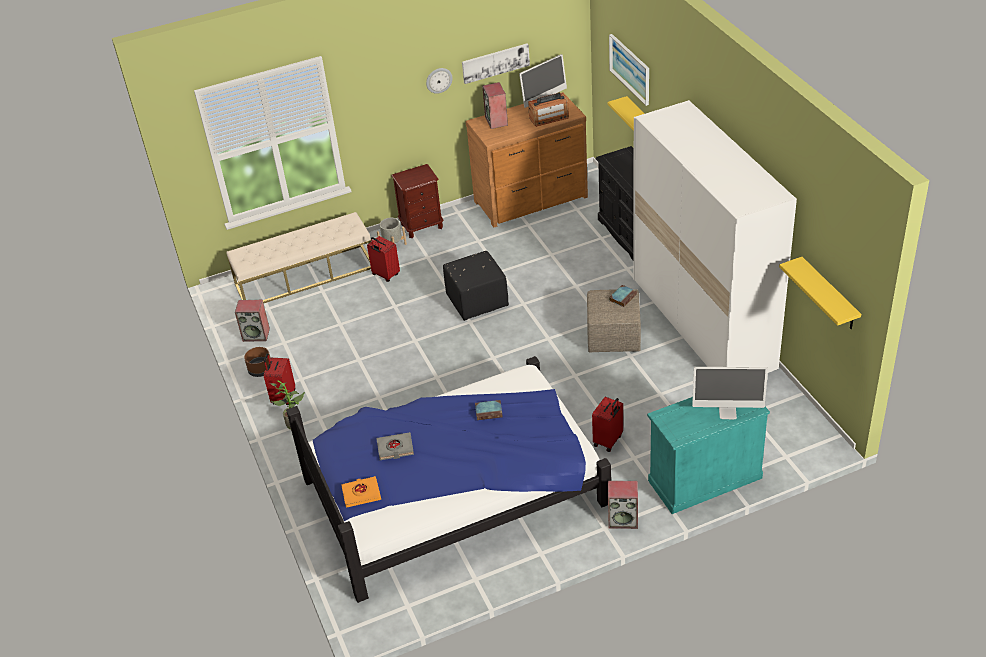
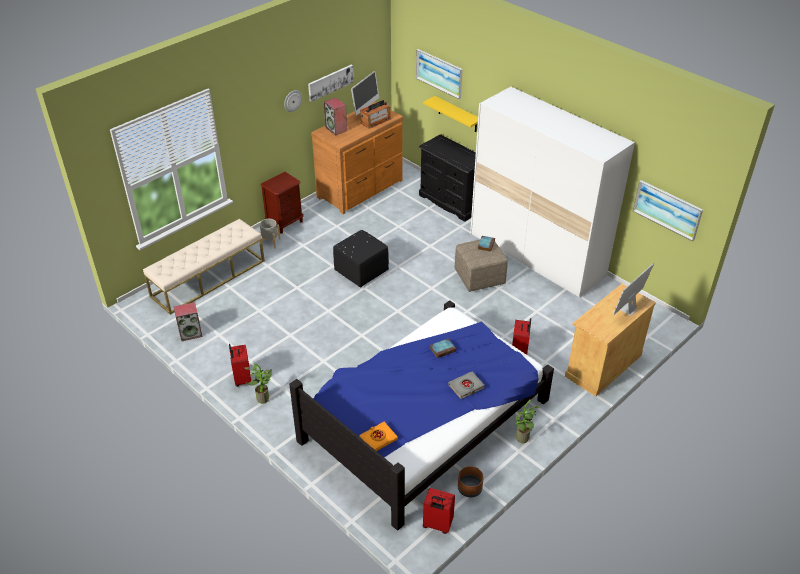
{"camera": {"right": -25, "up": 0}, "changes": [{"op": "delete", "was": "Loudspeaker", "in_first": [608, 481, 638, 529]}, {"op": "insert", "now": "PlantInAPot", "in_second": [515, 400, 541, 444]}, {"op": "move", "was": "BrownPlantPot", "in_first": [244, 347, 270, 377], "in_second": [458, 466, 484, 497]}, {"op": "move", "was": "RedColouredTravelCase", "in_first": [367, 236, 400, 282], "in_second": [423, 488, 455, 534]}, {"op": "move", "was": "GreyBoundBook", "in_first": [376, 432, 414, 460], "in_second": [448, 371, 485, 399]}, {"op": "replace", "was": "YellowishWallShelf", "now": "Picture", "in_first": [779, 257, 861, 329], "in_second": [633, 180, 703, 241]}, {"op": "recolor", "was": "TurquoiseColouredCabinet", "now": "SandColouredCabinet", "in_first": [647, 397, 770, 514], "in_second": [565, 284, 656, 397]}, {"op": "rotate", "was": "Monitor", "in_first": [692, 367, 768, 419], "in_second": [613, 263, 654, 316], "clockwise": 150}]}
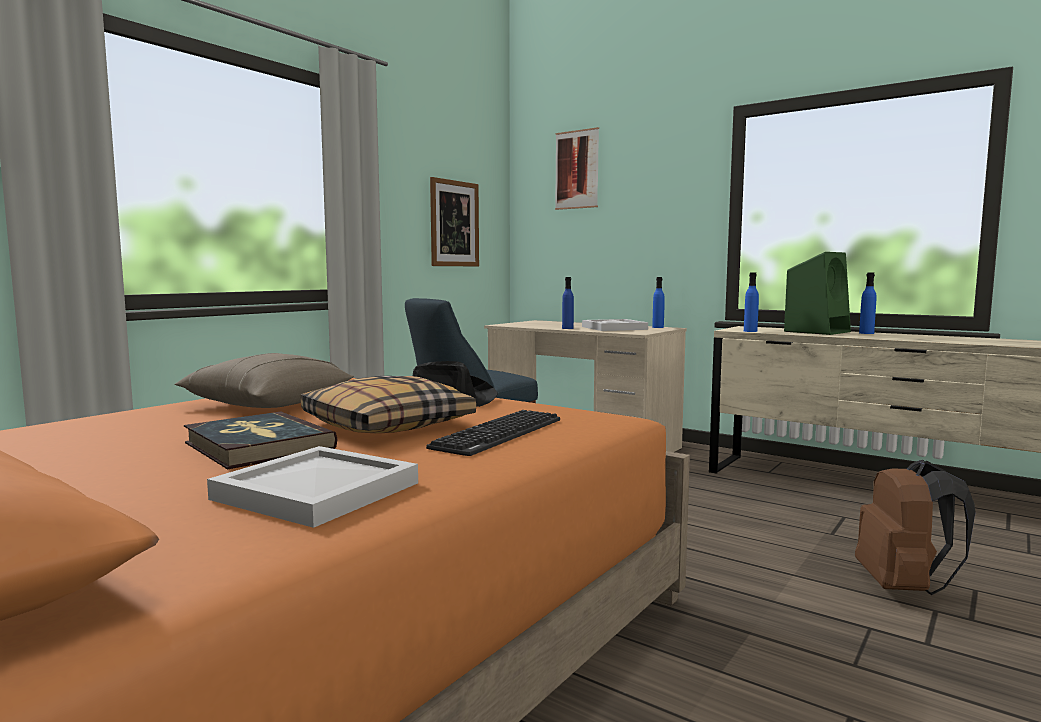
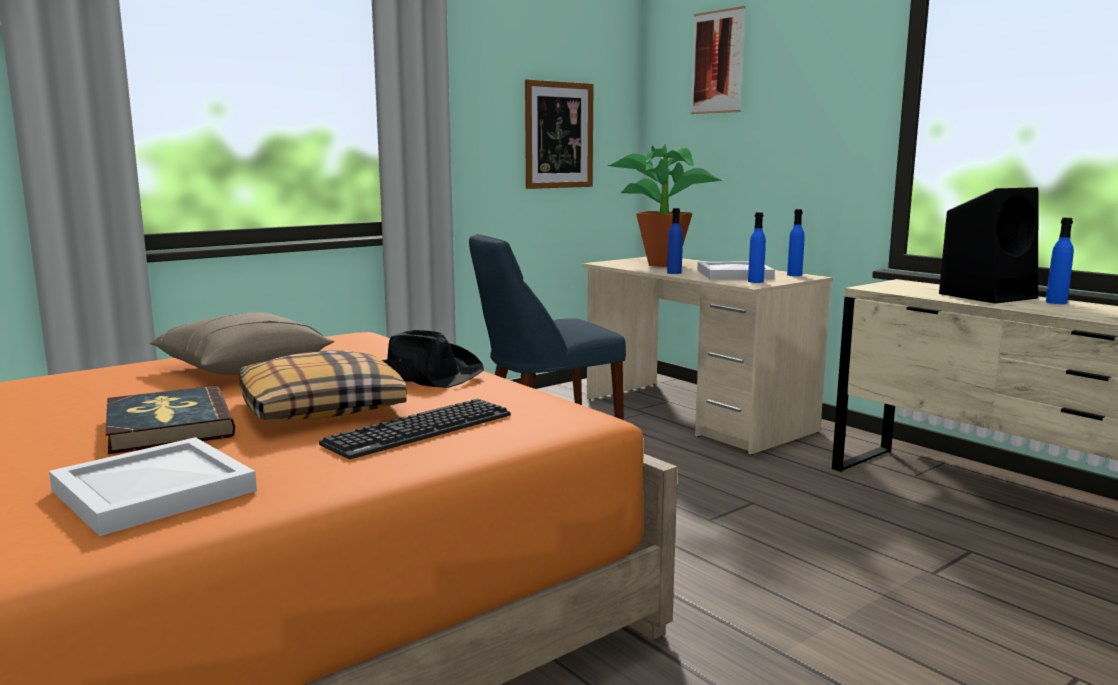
{"camera": {"right": 15, "up": 5}, "changes": [{"op": "delete", "was": "BrownRucksack", "in_first": [855, 460, 976, 595]}, {"op": "insert", "now": "PlantInAPot", "in_second": [607, 143, 724, 267]}, {"op": "move", "was": "BlueColouredDrinkBottle", "in_first": [744, 272, 759, 332], "in_second": [748, 212, 766, 283]}, {"op": "recolor", "was": "GreenishLoudspeaker", "now": "BlackLoudspeaker", "in_first": [784, 252, 851, 335], "in_second": [939, 187, 1039, 304]}]}
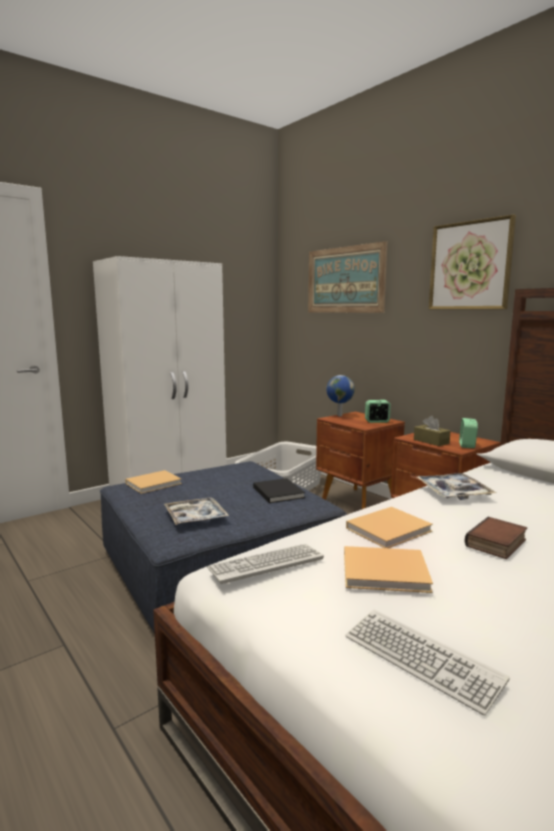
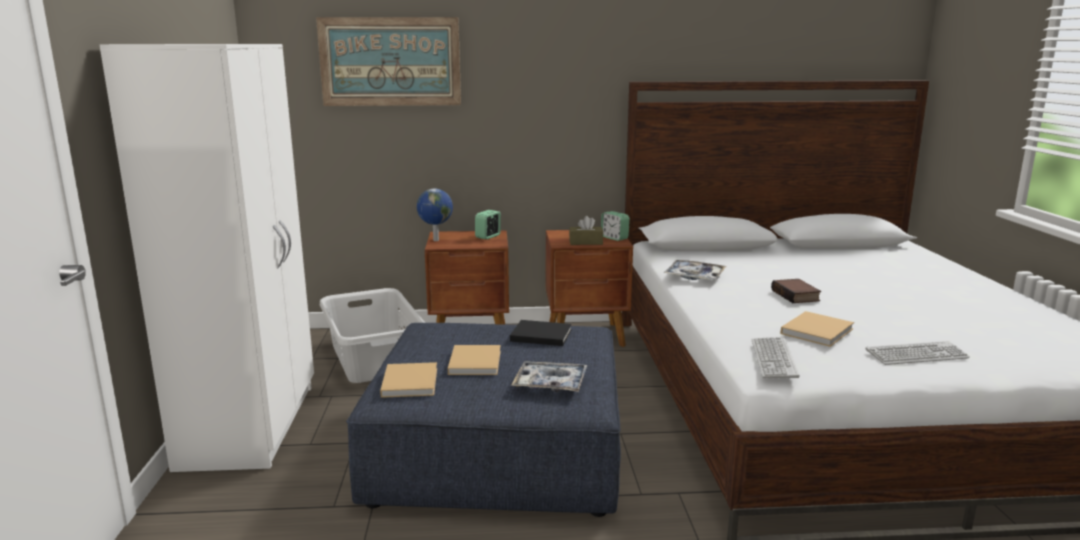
{"camera": {"right": -55, "up": 5}, "changes": [{"op": "delete", "was": "Picture", "in_first": [429, 215, 516, 309]}, {"op": "move", "was": "SandColouredBoundBook", "in_first": [346, 507, 433, 548], "in_second": [448, 345, 501, 375]}]}
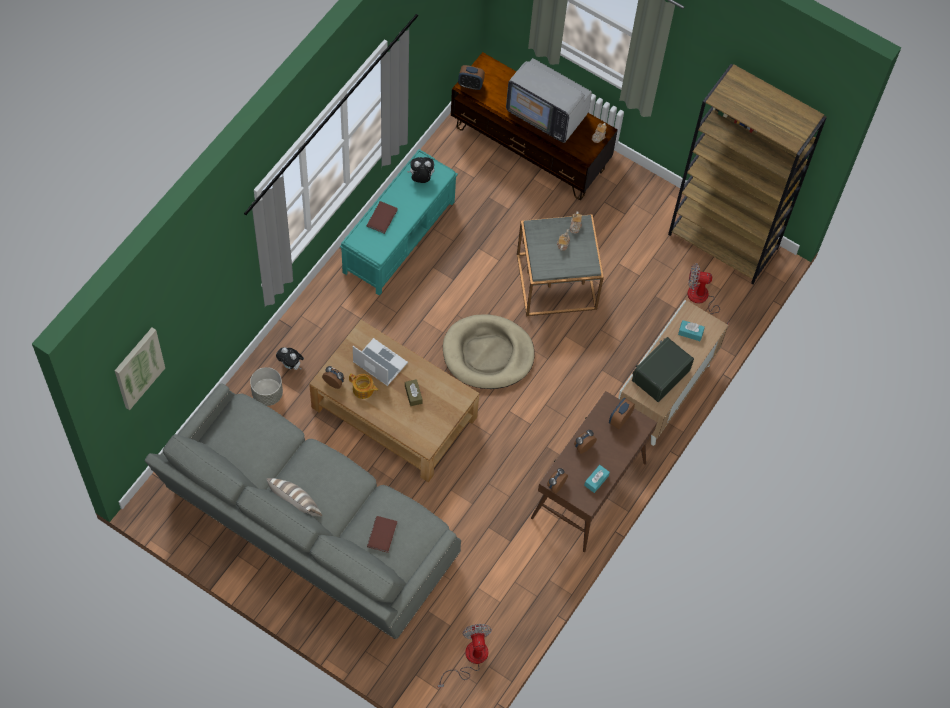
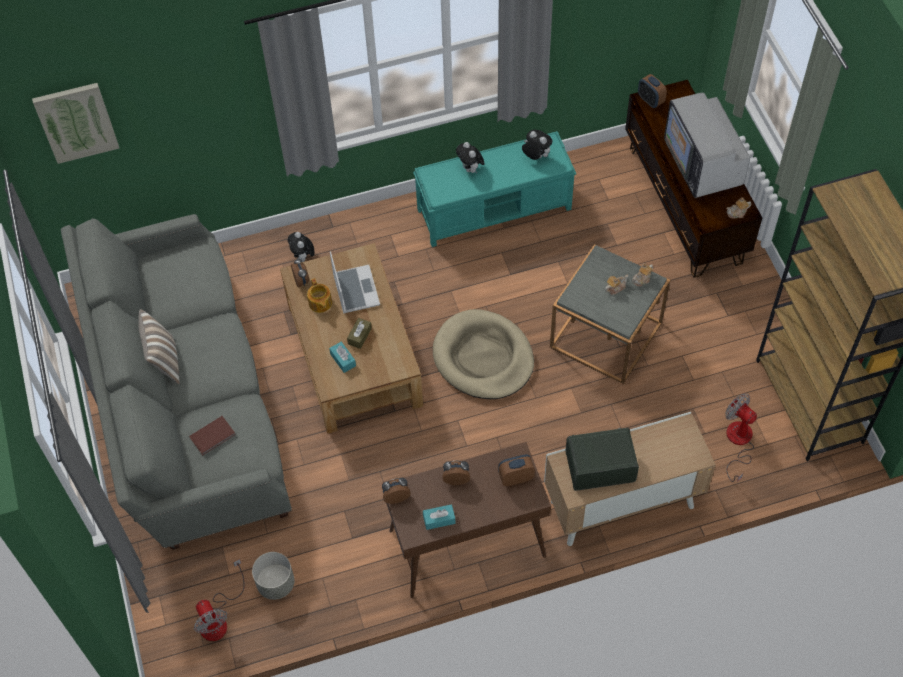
{"camera": {"right": 45, "up": -5}, "changes": [{"op": "move", "was": "GreyPlantPot", "in_first": [250, 367, 283, 406], "in_second": [252, 552, 295, 600]}, {"op": "move", "was": "TurquoiseColouredBoxOfTissues", "in_first": [678, 320, 705, 341], "in_second": [329, 342, 356, 373]}, {"op": "replace", "was": "BrownBoundBook", "now": "SoftToy", "in_first": [366, 201, 398, 234], "in_second": [456, 142, 485, 174]}, {"op": "rotate", "was": "ElectricFan", "in_first": [438, 624, 492, 688], "in_second": [194, 559, 245, 641], "clockwise": 120}]}
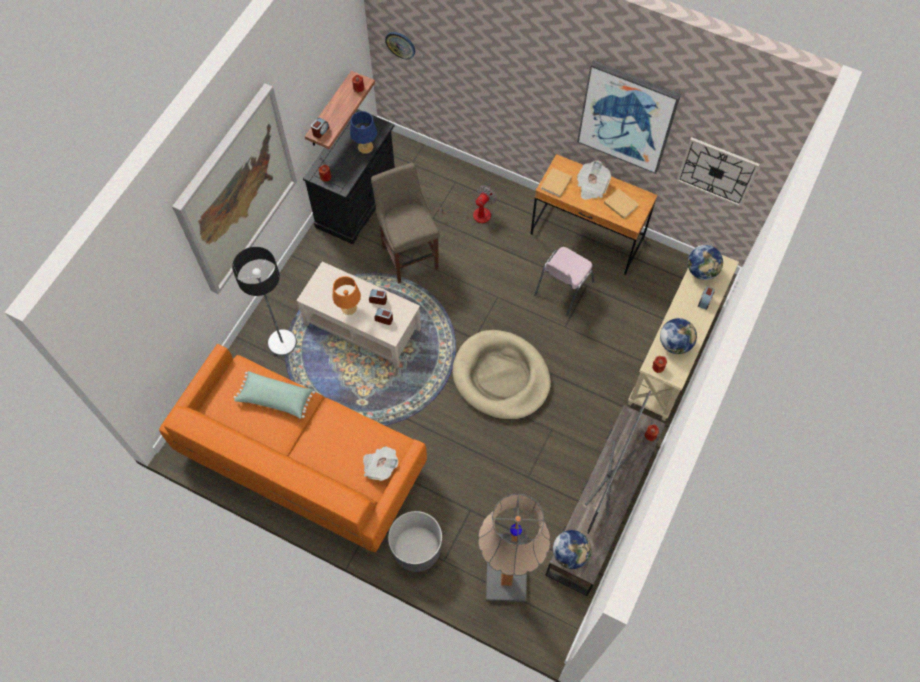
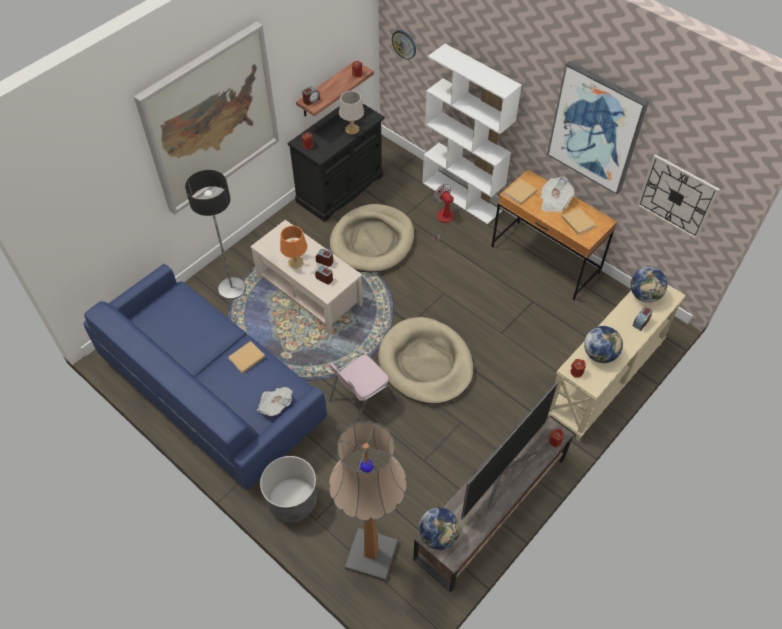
{"camera": {"right": 15, "up": -10}, "changes": [{"op": "delete", "was": "GreenishCushion", "in_first": [234, 371, 315, 419]}, {"op": "insert", "now": "SandColouredBoundBook", "in_second": [228, 341, 265, 373]}, {"op": "insert", "now": "WhiteColouredShelvingUnit", "in_second": [422, 44, 522, 224]}, {"op": "move", "was": "PinkishPlainChair", "in_first": [534, 247, 594, 315], "in_second": [329, 355, 397, 423]}, {"op": "replace", "was": "SandColouredStool", "now": "SandColouredDogCushion", "in_first": [371, 163, 440, 283], "in_second": [330, 204, 414, 272]}, {"op": "recolor", "was": "OrangeySettee", "now": "BlueColouredSettee", "in_first": [159, 344, 427, 552], "in_second": [84, 264, 327, 490]}, {"op": "recolor", "was": "BlueColouredTabletopLamp", "now": "GreyTabletopLamp", "in_first": [350, 111, 377, 154], "in_second": [339, 91, 364, 135]}, {"op": "rotate", "was": "ElectricFan", "in_first": [438, 185, 497, 225], "in_second": [433, 184, 454, 242], "clockwise": -90}]}
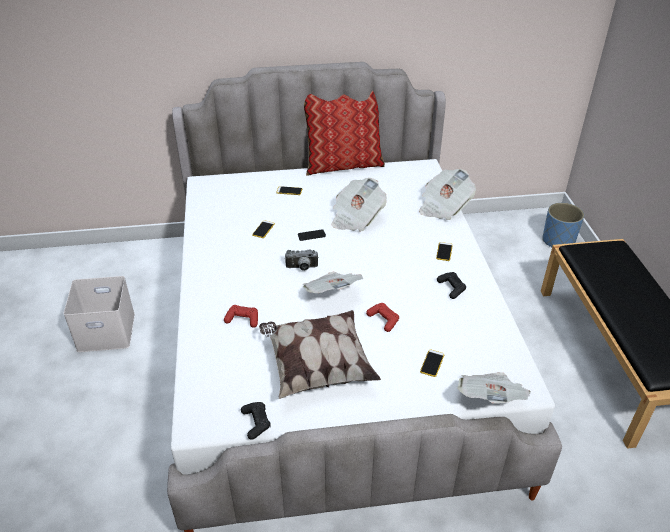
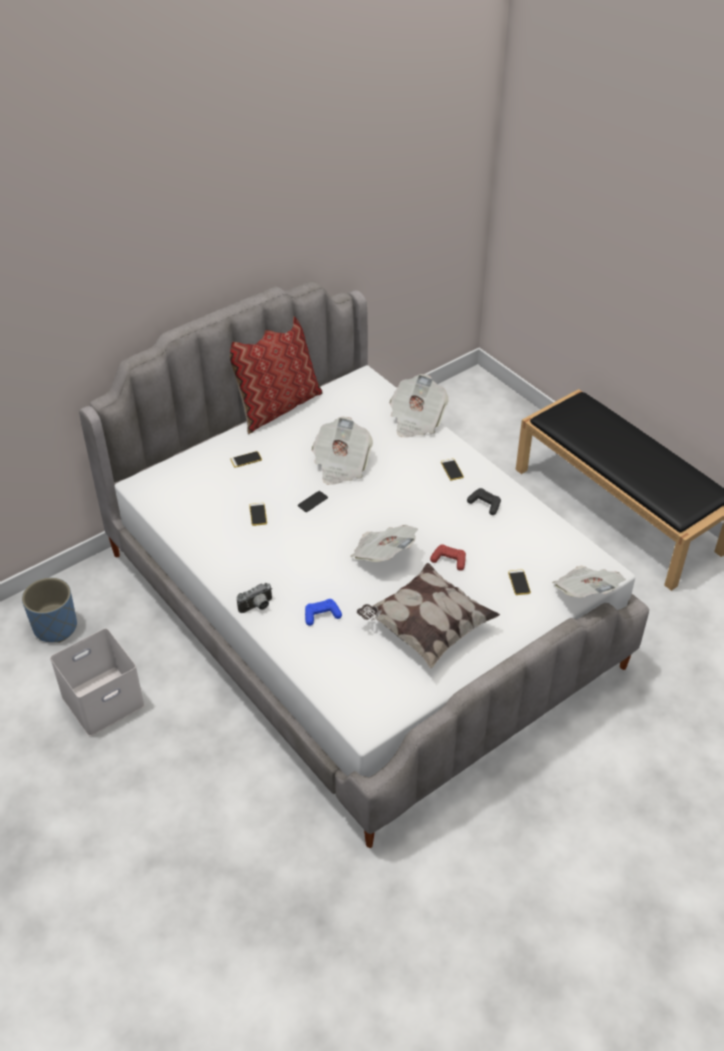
{"camera": {"right": -30, "up": 5}, "changes": [{"op": "delete", "was": "BlackJoypad", "in_first": [241, 402, 271, 440]}, {"op": "move", "was": "StillCamera", "in_first": [285, 250, 319, 271], "in_second": [237, 583, 272, 613]}, {"op": "move", "was": "BlueColouredPlantPot", "in_first": [543, 203, 584, 247], "in_second": [22, 578, 77, 643]}, {"op": "recolor", "was": "RedColouredJoypad", "now": "BlueColouredJoypad", "in_first": [224, 305, 258, 328], "in_second": [305, 599, 342, 626]}]}
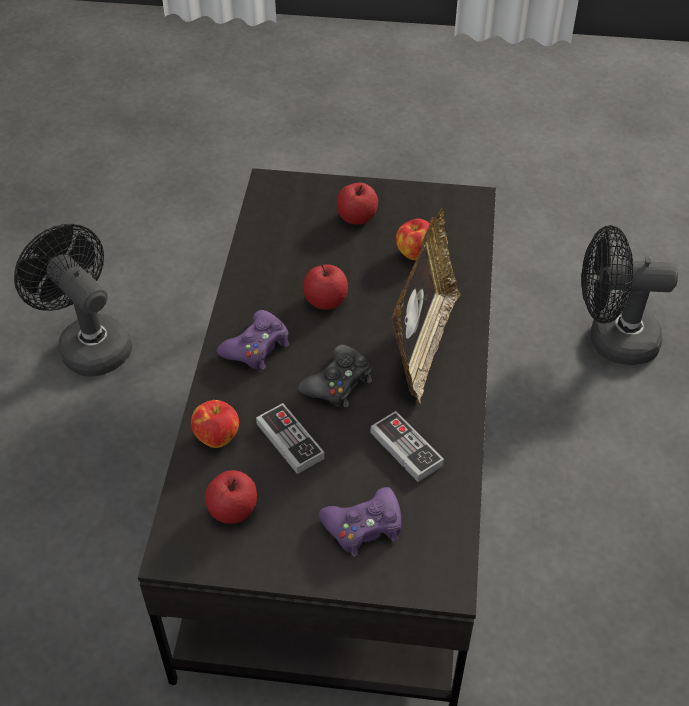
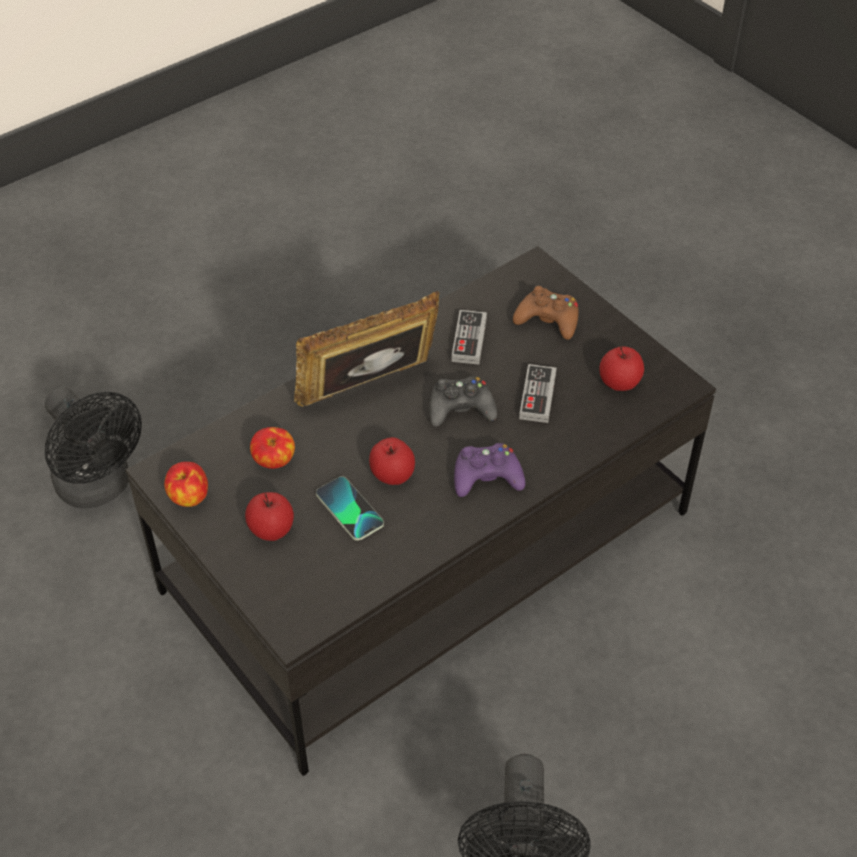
{"camera": {"right": -135, "up": 0}, "changes": [{"op": "insert", "now": "Phone", "in_second": [316, 476, 384, 541]}, {"op": "move", "was": "AppleFruit", "in_first": [191, 400, 239, 448], "in_second": [164, 462, 208, 507]}, {"op": "recolor", "was": "PurpleColouredJoypad", "now": "BrownJoypad", "in_first": [319, 487, 401, 556], "in_second": [513, 286, 579, 340]}]}
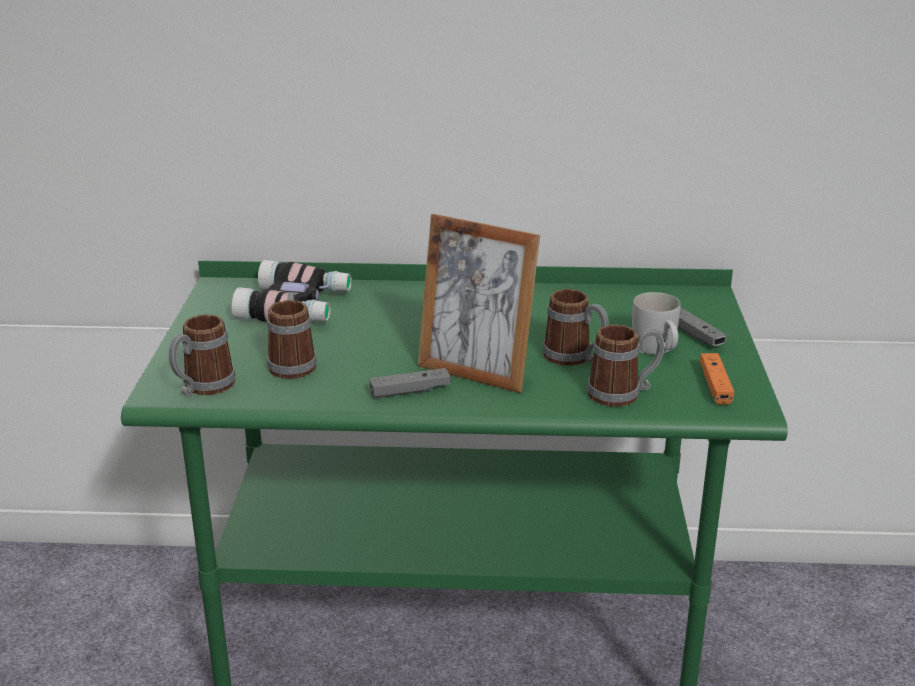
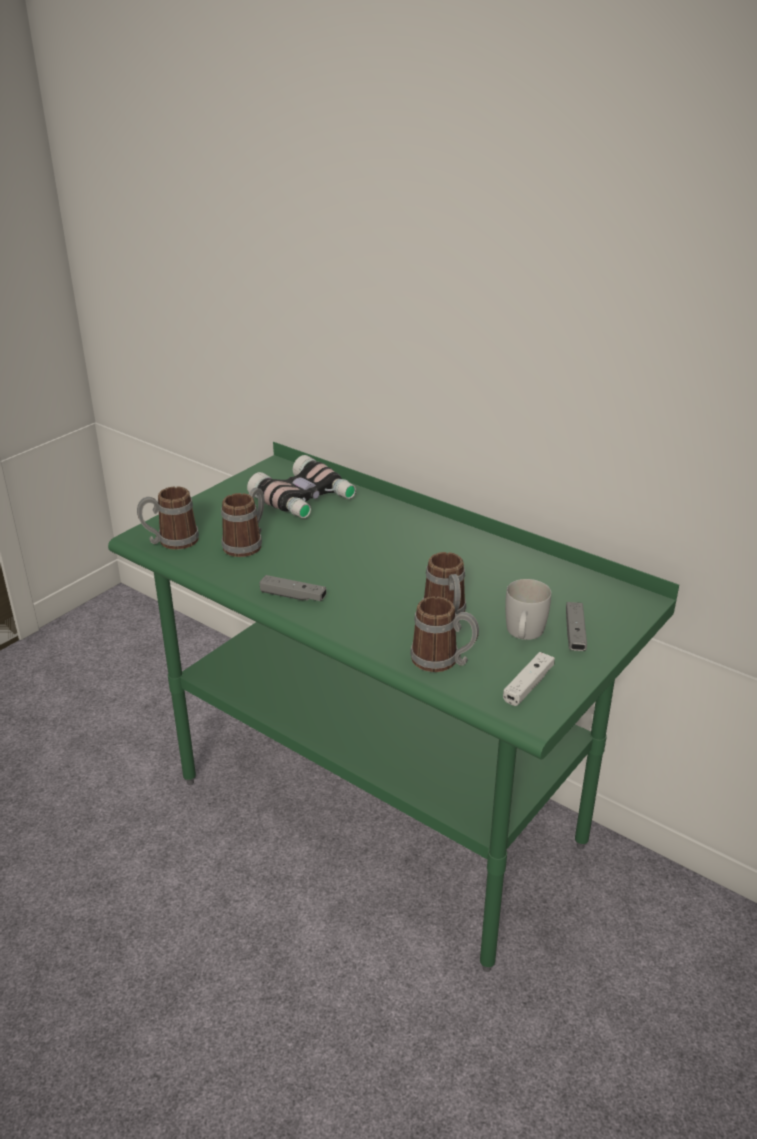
{"camera": {"right": 35, "up": 5}, "changes": [{"op": "delete", "was": "PictureFrame", "in_first": [418, 214, 540, 393]}, {"op": "recolor", "was": "OrangeyJoypad", "now": "WhiteColouredJoypad", "in_first": [700, 353, 734, 405], "in_second": [503, 652, 555, 706]}]}
